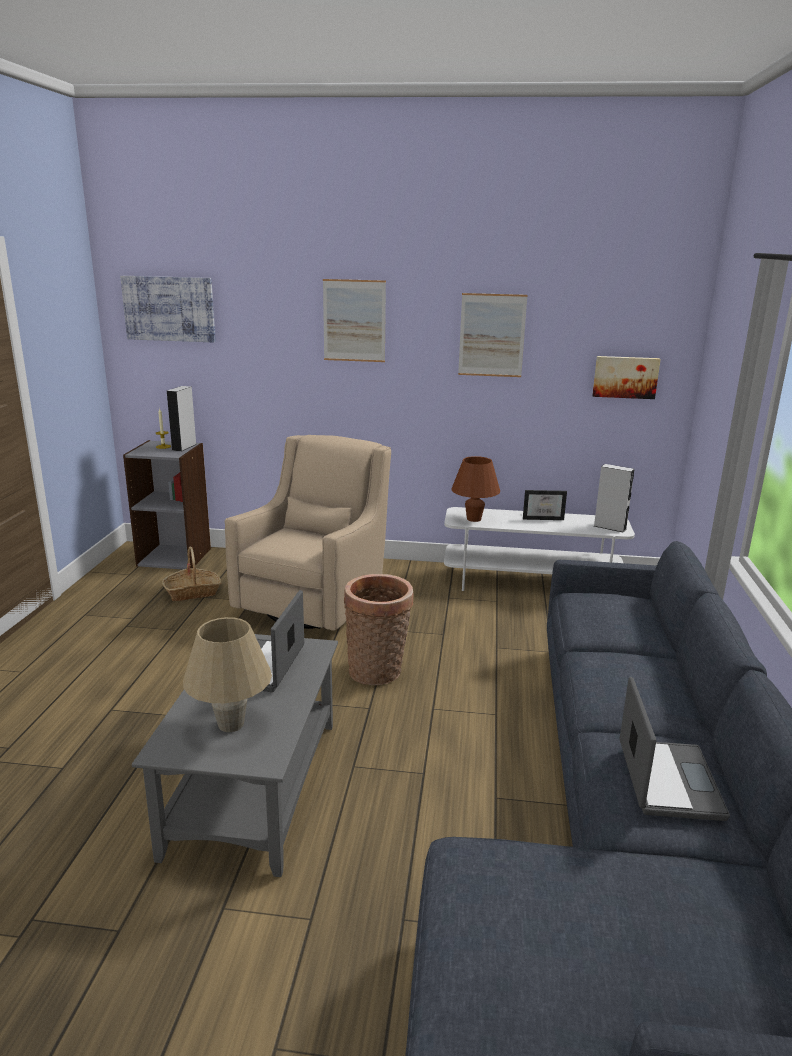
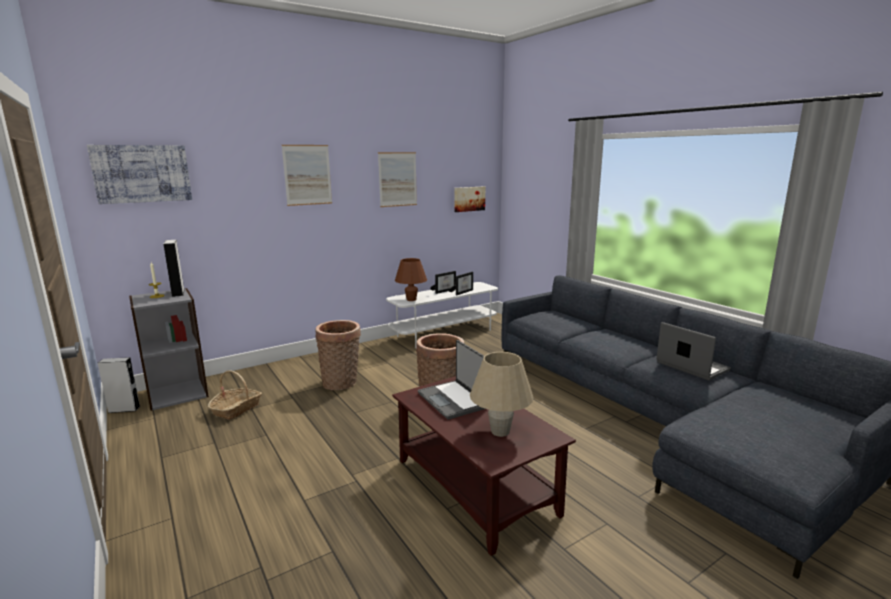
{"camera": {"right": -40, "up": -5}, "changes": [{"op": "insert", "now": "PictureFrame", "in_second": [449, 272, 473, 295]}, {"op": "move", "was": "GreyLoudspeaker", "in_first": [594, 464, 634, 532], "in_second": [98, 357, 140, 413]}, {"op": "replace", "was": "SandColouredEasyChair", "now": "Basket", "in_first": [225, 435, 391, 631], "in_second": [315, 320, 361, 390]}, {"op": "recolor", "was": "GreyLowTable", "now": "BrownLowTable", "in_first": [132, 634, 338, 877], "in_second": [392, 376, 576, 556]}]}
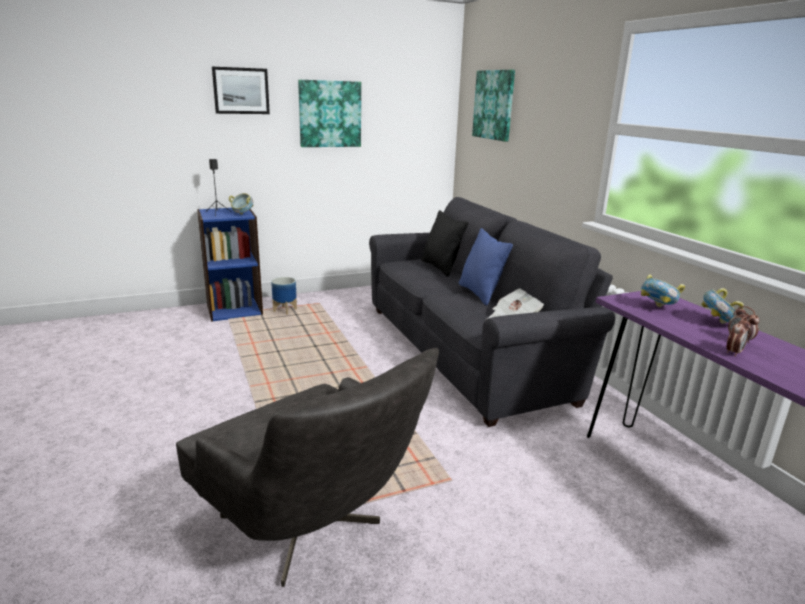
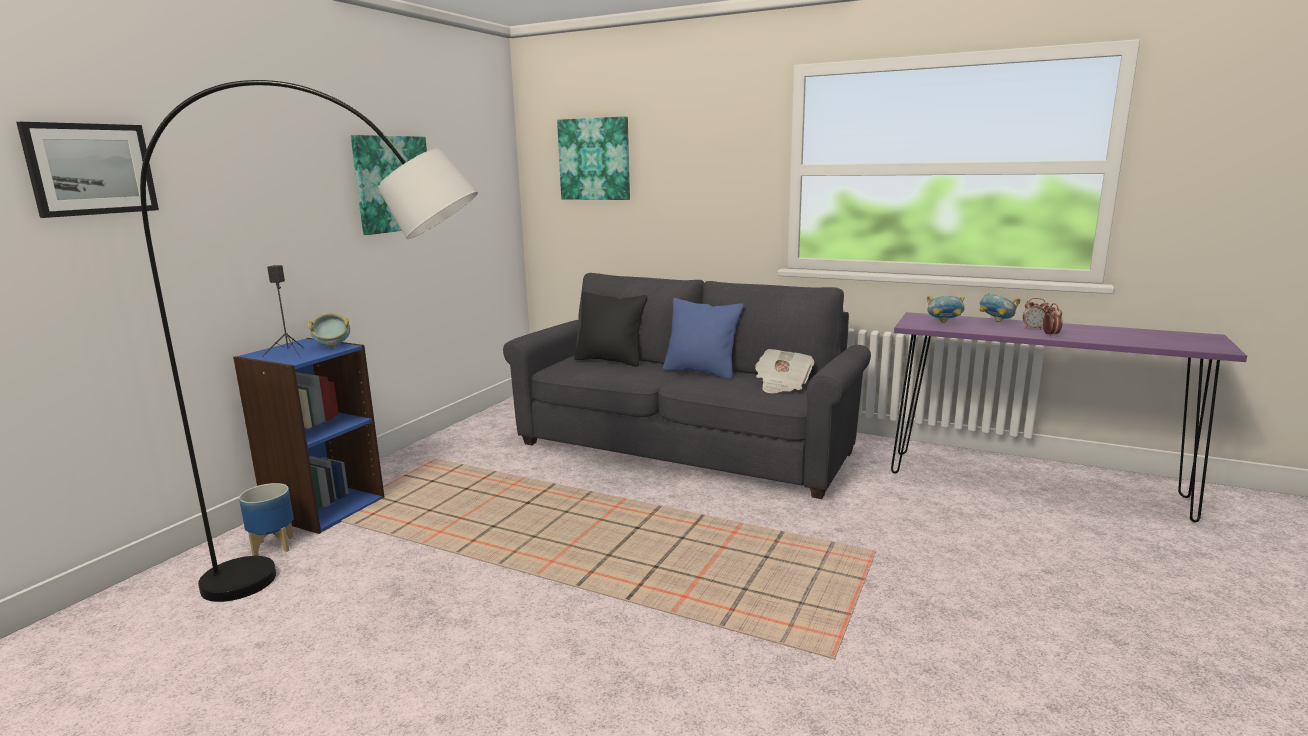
{"camera": {"right": -40, "up": -5}, "changes": [{"op": "delete", "was": "GreyEasyChair", "in_first": [176, 348, 439, 587]}, {"op": "insert", "now": "GreyStandingLamp", "in_second": [140, 80, 478, 602]}, {"op": "move", "was": "Picture", "in_first": [212, 67, 270, 114], "in_second": [16, 122, 159, 218]}, {"op": "move", "was": "PlantPot", "in_first": [271, 277, 297, 315], "in_second": [239, 483, 294, 556]}]}
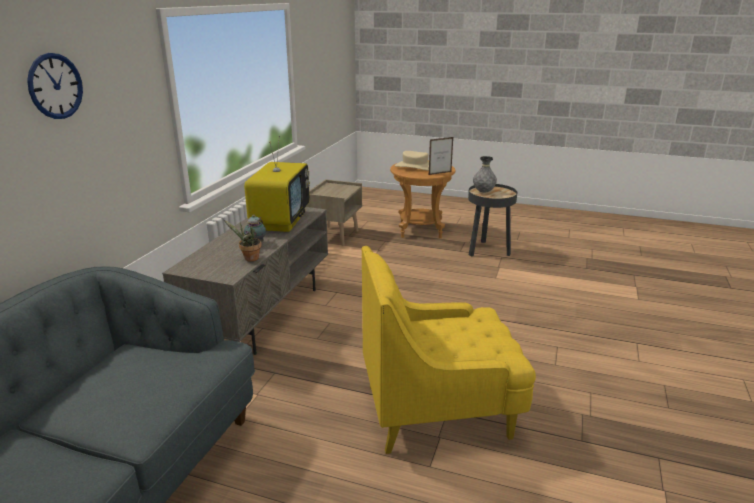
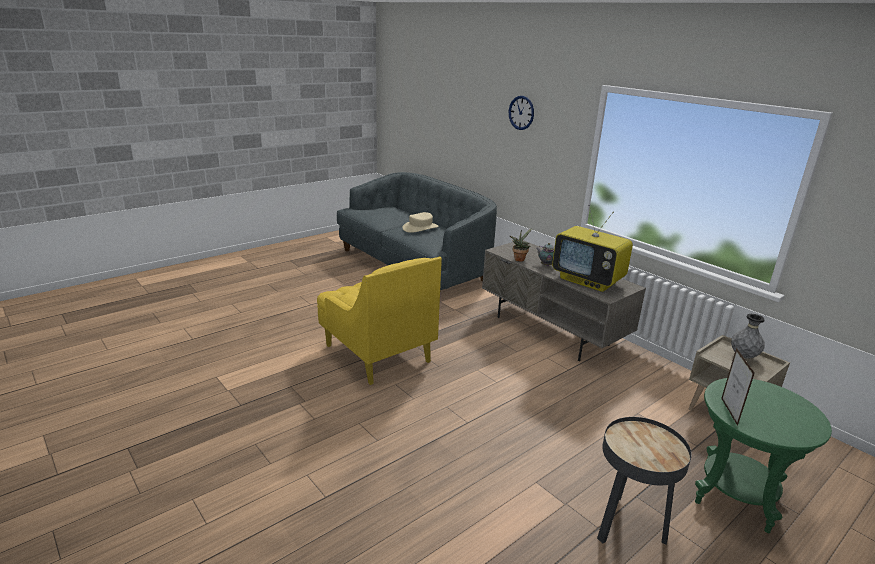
{"camera": {"right": 120, "up": 0}, "changes": [{"op": "move", "was": "SandColouredWearableHat", "in_first": [395, 151, 429, 171], "in_second": [402, 212, 439, 233]}, {"op": "move", "was": "GreyDecorativeVase", "in_first": [473, 156, 497, 193], "in_second": [731, 314, 765, 359]}, {"op": "recolor", "was": "BrownEndTable", "now": "GreenishEndTable", "in_first": [390, 160, 456, 238], "in_second": [695, 378, 832, 533]}, {"op": "rotate", "was": "YellowishEasyChair", "in_first": [362, 246, 536, 454], "in_second": [317, 256, 442, 385], "clockwise": 120}]}
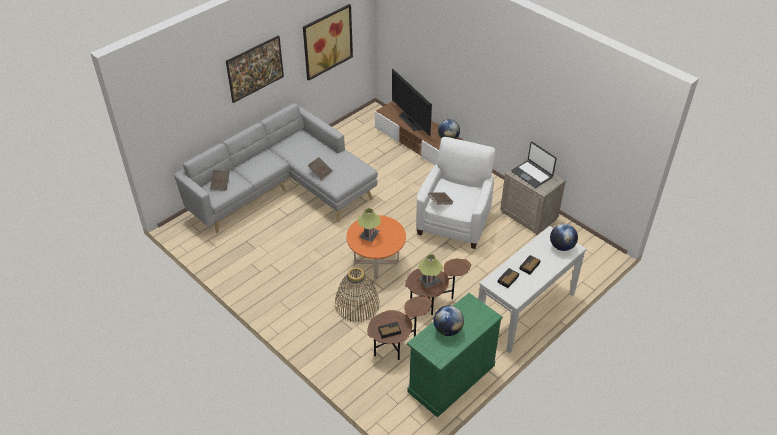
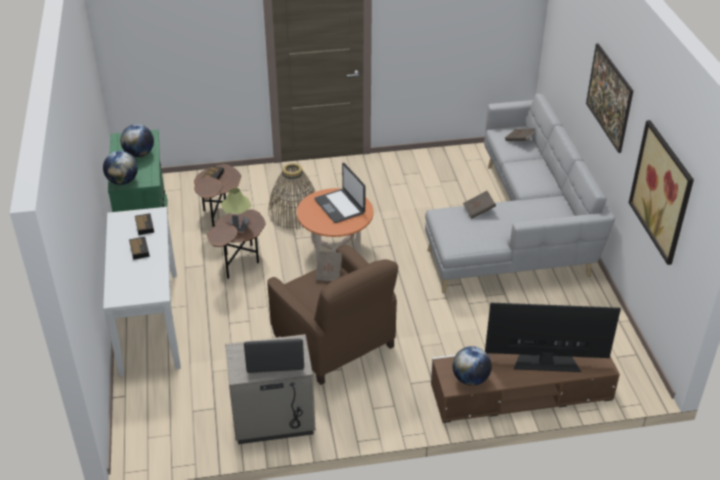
{"camera": {"right": 125, "up": -5}, "changes": [{"op": "move", "was": "DeskGlobe", "in_first": [550, 224, 578, 251], "in_second": [103, 151, 138, 185]}, {"op": "replace", "was": "TabletopLamp", "now": "PortableComputer", "in_first": [358, 208, 380, 242], "in_second": [314, 163, 365, 223]}, {"op": "recolor", "was": "WhiteColouredEasyChair", "now": "BrownEasyChair", "in_first": [416, 137, 495, 249], "in_second": [267, 245, 398, 385]}]}
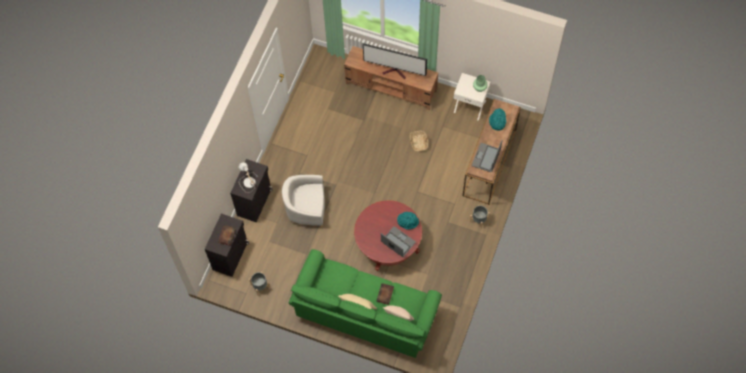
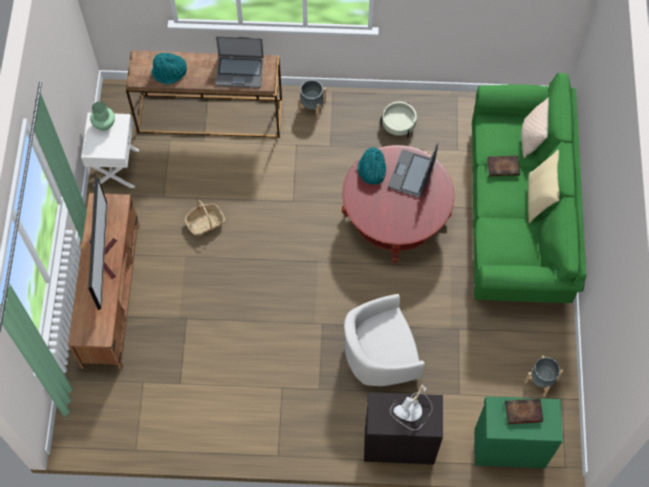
{"camera": {"right": -110, "up": 0}, "changes": [{"op": "insert", "now": "SandColouredPlantPot", "in_second": [381, 102, 417, 138]}, {"op": "recolor", "was": "BlackCabinet", "now": "GreenishCabinet", "in_first": [205, 213, 249, 277], "in_second": [474, 396, 563, 468]}, {"op": "rotate", "was": "WhiteColouredEasyChair", "in_first": [282, 175, 325, 227], "in_second": [344, 294, 425, 386], "clockwise": 90}]}
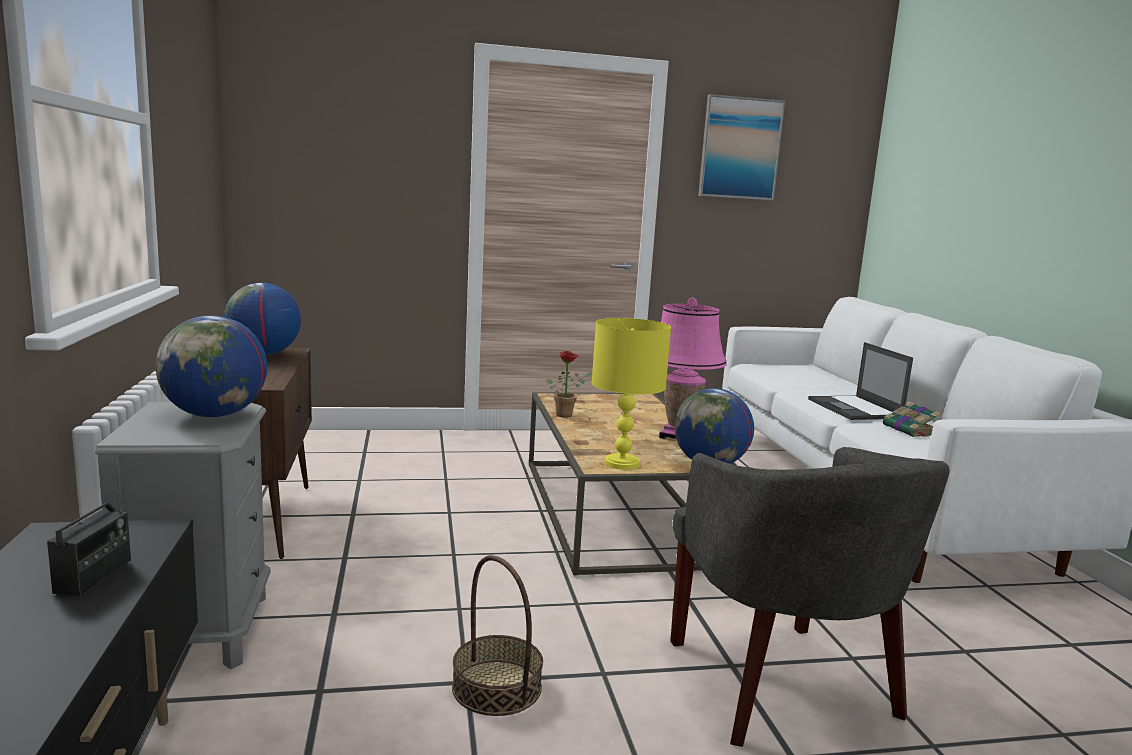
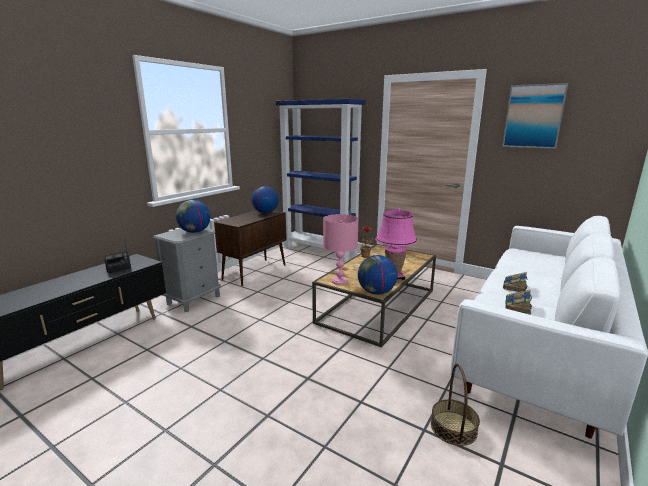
{"camera": {"right": 45, "up": 5}, "changes": [{"op": "delete", "was": "GreyEasyChair", "in_first": [670, 447, 950, 747]}, {"op": "insert", "now": "BlueColouredShelvingUnit", "in_second": [276, 99, 365, 261]}, {"op": "move", "was": "Basket", "in_first": [452, 555, 543, 716], "in_second": [431, 364, 480, 446]}, {"op": "replace", "was": "PortableComputer", "now": "BoundBook", "in_first": [808, 342, 913, 420], "in_second": [503, 272, 527, 292]}, {"op": "recolor", "was": "YellowishTabletopLamp", "now": "PinkishTabletopLamp", "in_first": [591, 318, 671, 470], "in_second": [323, 214, 358, 285]}]}
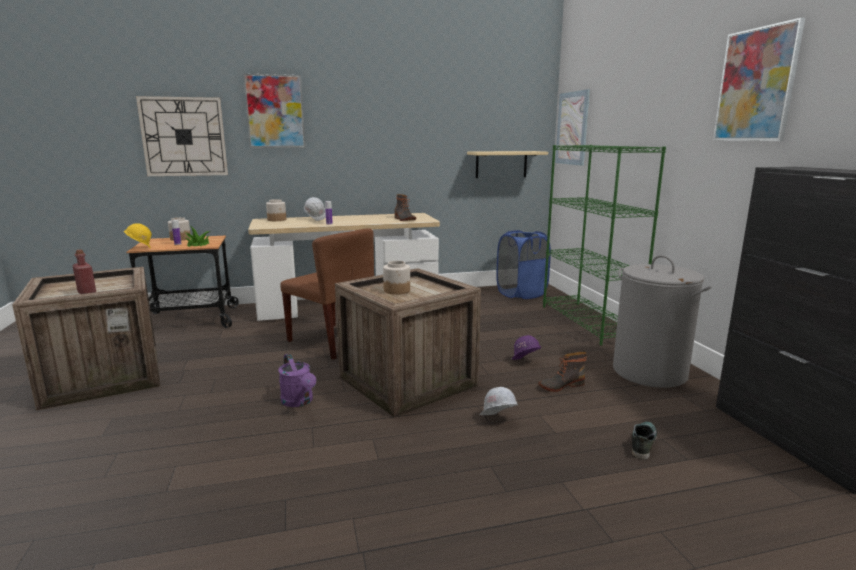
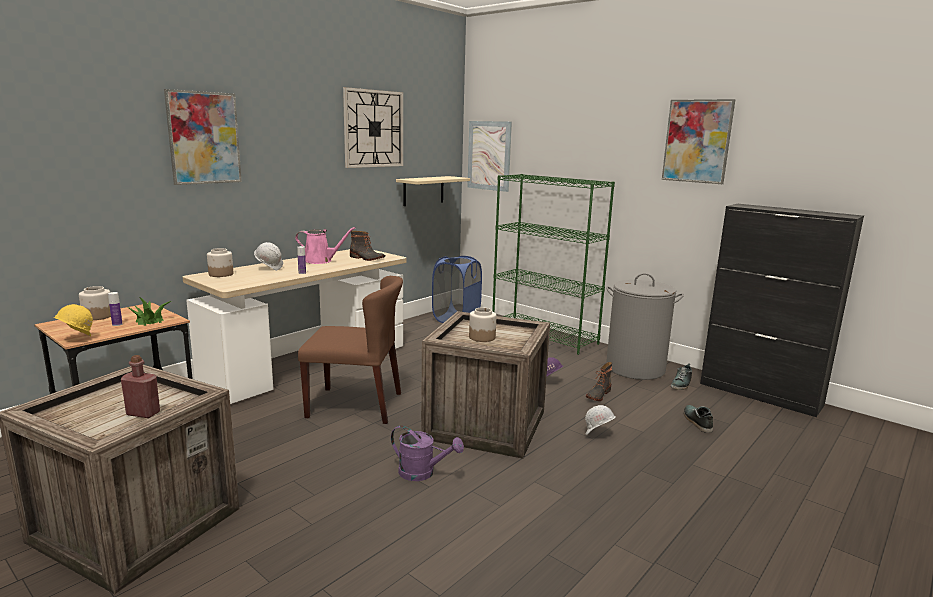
{"camera": {"right": -35, "up": 0}, "changes": [{"op": "insert", "now": "PinkishSprinklingCan", "in_second": [295, 227, 355, 264]}, {"op": "insert", "now": "ItemOfFootwear", "in_second": [671, 363, 692, 390]}, {"op": "move", "was": "ClockOnTheWall", "in_first": [136, 96, 228, 176], "in_second": [343, 87, 403, 168]}]}
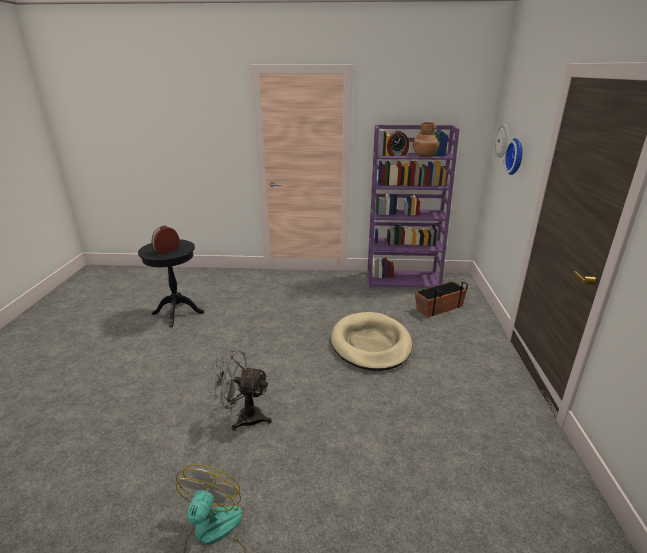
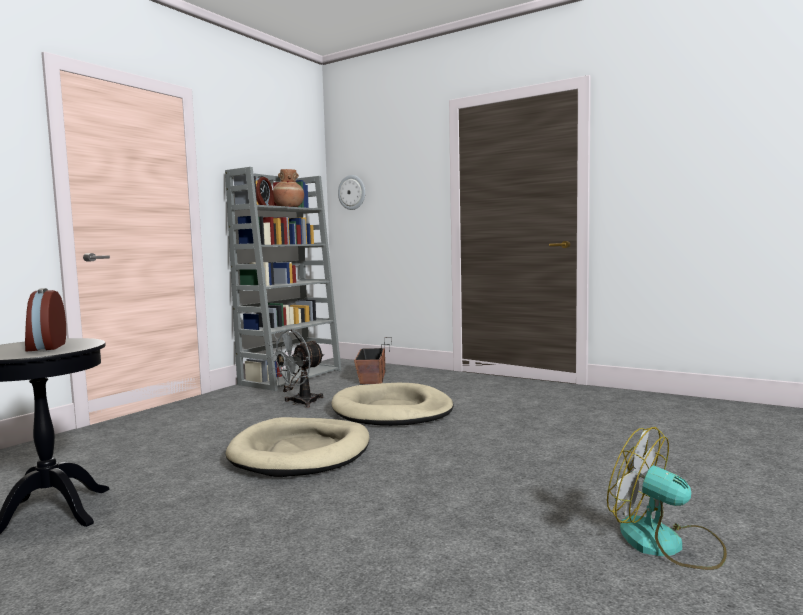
{"camera": {"right": -60, "up": -20}, "changes": [{"op": "delete", "was": "ClockOnTheWall", "in_first": [504, 138, 522, 175]}, {"op": "insert", "now": "SandColouredDogCushion", "in_second": [226, 417, 369, 477]}, {"op": "move", "was": "GreyElectricFan", "in_first": [209, 350, 272, 431], "in_second": [266, 329, 325, 408]}, {"op": "recolor", "was": "PurpleColouredShelvingUnit", "now": "GreyShelvingUnit", "in_first": [368, 125, 460, 288], "in_second": [225, 167, 342, 391]}]}
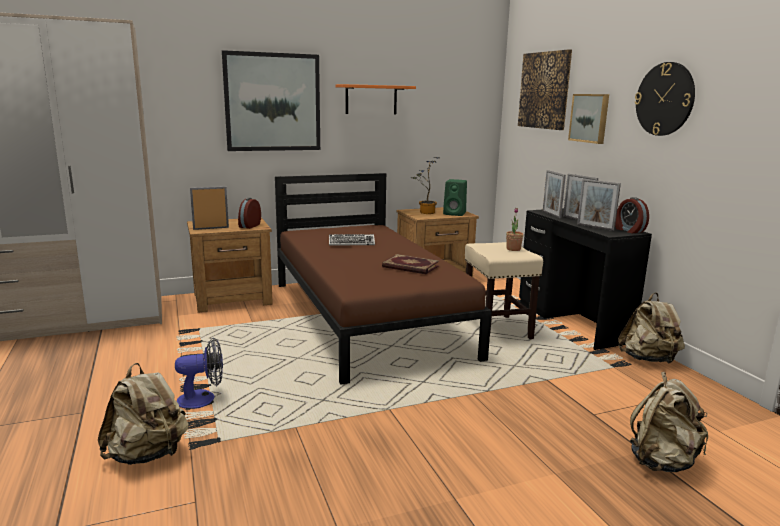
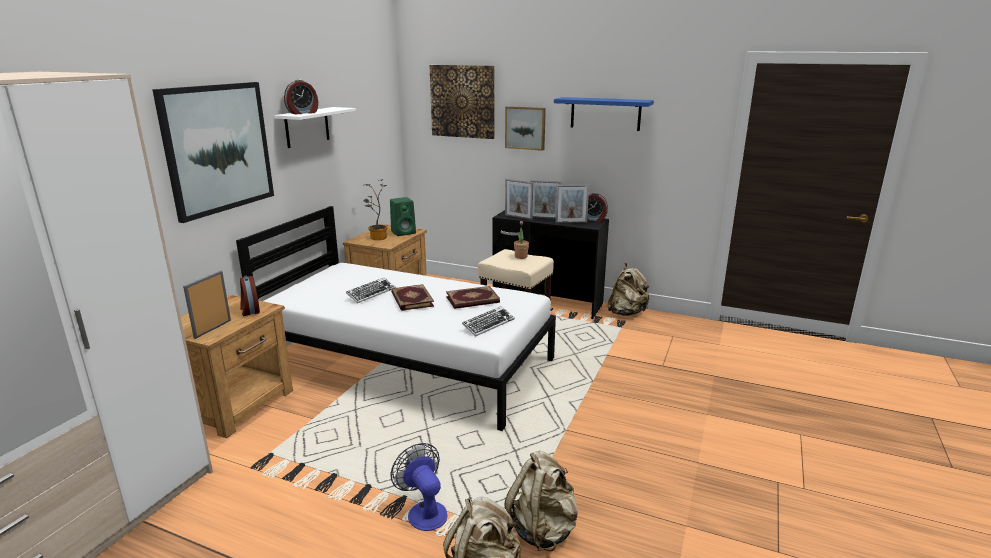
{"camera": {"right": -45, "up": 5}, "changes": [{"op": "insert", "now": "TableClock", "in_second": [284, 80, 318, 114]}, {"op": "insert", "now": "BoundBook", "in_second": [391, 284, 434, 311]}, {"op": "insert", "now": "ComputerKeyboard", "in_second": [462, 306, 515, 337]}, {"op": "move", "was": "SandColouredRucksack", "in_first": [630, 372, 708, 472], "in_second": [504, 451, 578, 552]}, {"op": "replace", "was": "ClockOnTheWall", "now": "BlueColouredWallShelf", "in_first": [634, 62, 695, 136], "in_second": [554, 97, 654, 131]}, {"op": "recolor", "was": "BrownBed", "now": "WhiteColouredBed", "in_first": [275, 173, 492, 385], "in_second": [236, 206, 556, 431]}, {"op": "recolor", "was": "OrangeyWallShelf", "now": "WhiteColouredWallShelf", "in_first": [335, 84, 416, 114], "in_second": [275, 107, 356, 148]}, {"op": "rotate", "was": "ElectricFan", "in_first": [175, 338, 223, 409], "in_second": [391, 443, 447, 531], "clockwise": -60}]}
